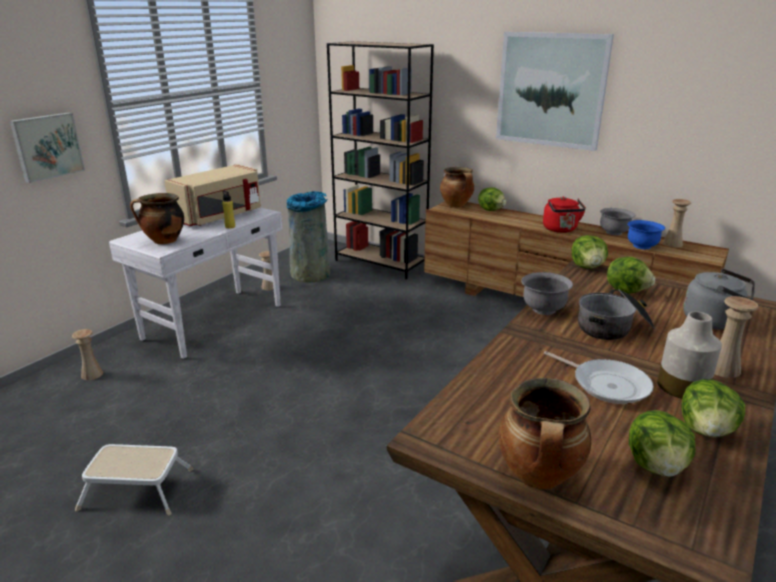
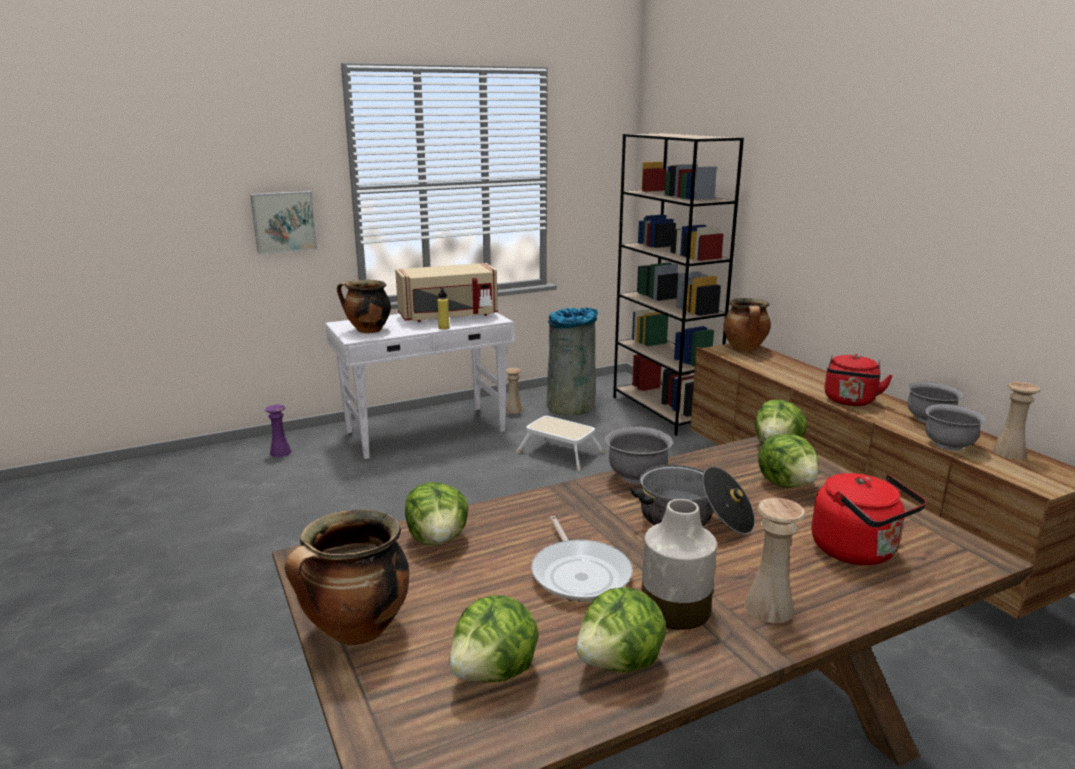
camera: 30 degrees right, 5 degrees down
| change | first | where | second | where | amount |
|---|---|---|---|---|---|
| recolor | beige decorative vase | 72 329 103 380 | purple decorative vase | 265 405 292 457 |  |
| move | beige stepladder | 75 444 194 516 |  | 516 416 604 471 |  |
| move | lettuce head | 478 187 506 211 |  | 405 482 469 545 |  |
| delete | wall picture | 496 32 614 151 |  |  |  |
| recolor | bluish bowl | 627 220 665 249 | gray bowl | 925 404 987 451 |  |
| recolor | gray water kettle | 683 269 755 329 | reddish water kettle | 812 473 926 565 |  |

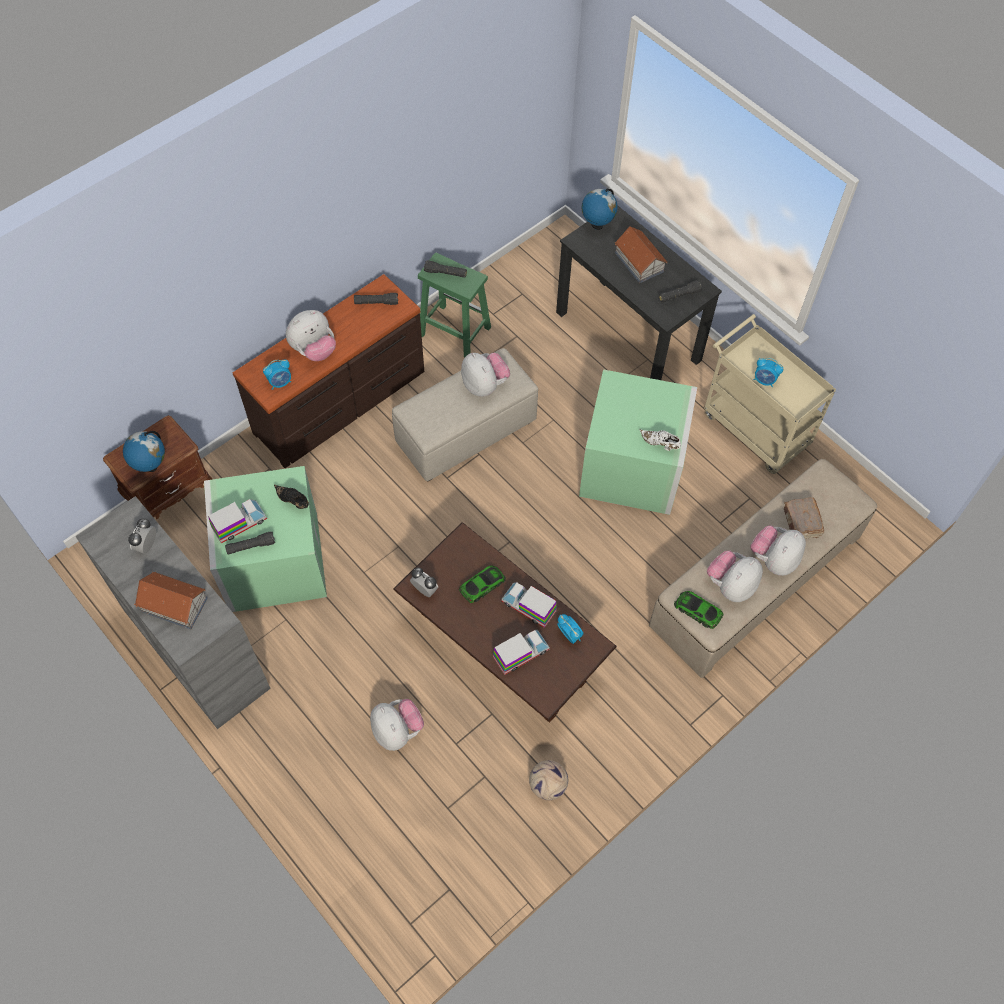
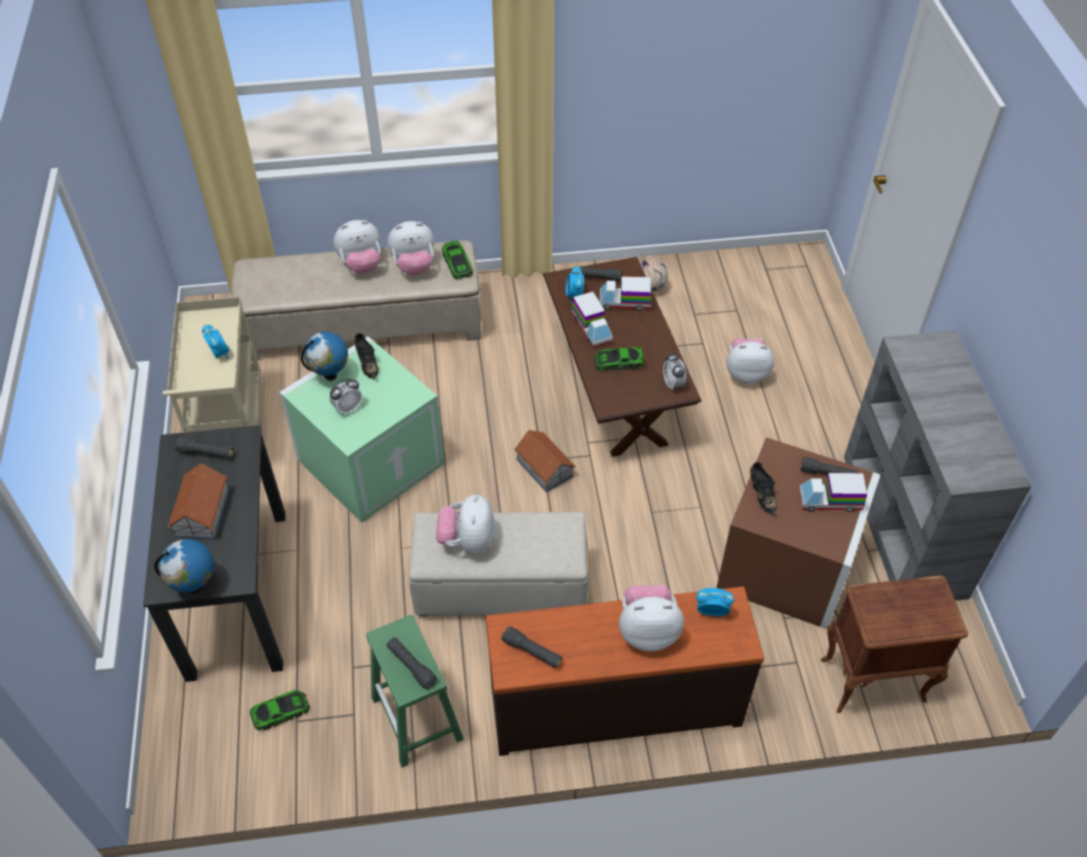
camera: 145 degrees left, 10 degrees down
| change | first | where | second | where | amount |
|---|---|---|---|---|---|
| move | world globe | 123 431 165 472 |  | 301 332 348 381 |  |
| move | alarm clock | 128 518 156 554 |  | 330 378 362 415 |  |
| move | miniature house | 134 572 208 629 |  | 514 430 575 492 |  |
| recolor | green storage bin | 204 466 327 612 | brown storage bin | 717 437 880 629 |  |
| rotate | soft toy | 370 699 424 751 |  | 727 338 774 384 | 90 degrees clockwise |
| recolor | whitish shoe | 640 429 681 451 | blackish shoe | 354 333 378 379 |  |
| delete | brown bound book | 784 497 824 539 |  |  |  |
| insert |  |  | miniature car | 250 690 310 730 |  |
| insert |  |  | blackish flashlight | 574 266 622 282 |  |

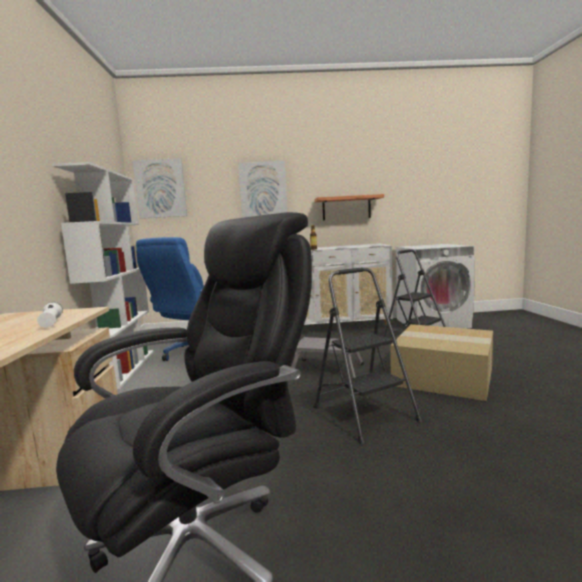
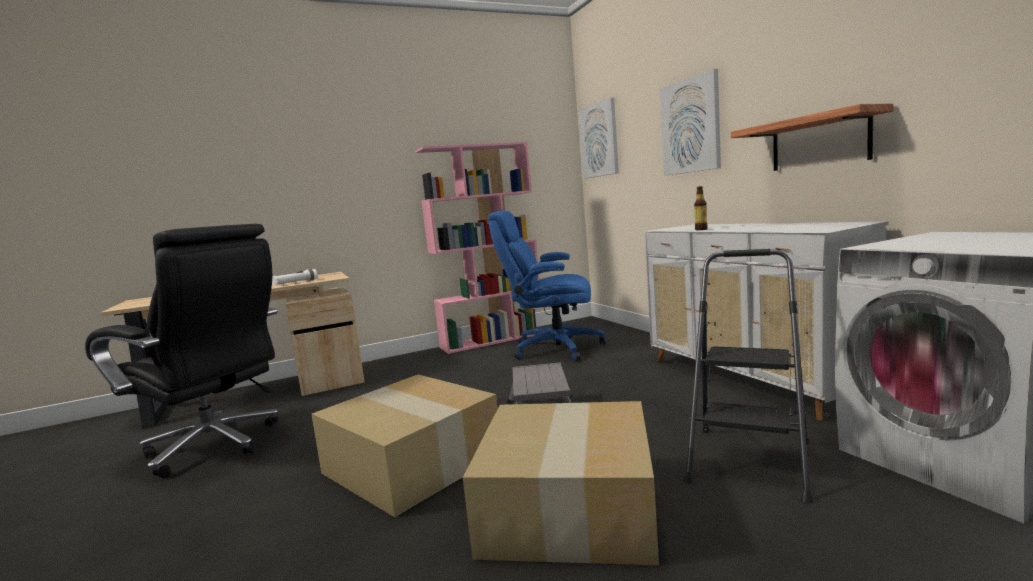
camera: 70 degrees right, 0 degrees up
| change | first | where | second | where | amount |
|---|---|---|---|---|---|
| recolor | whitish shelving unit | 52 162 154 389 | pink-coloured shelving unit | 415 142 540 354 |  |
| replace | blackish stepladder | 313 267 424 444 | cardboard box | 311 375 498 517 |  |

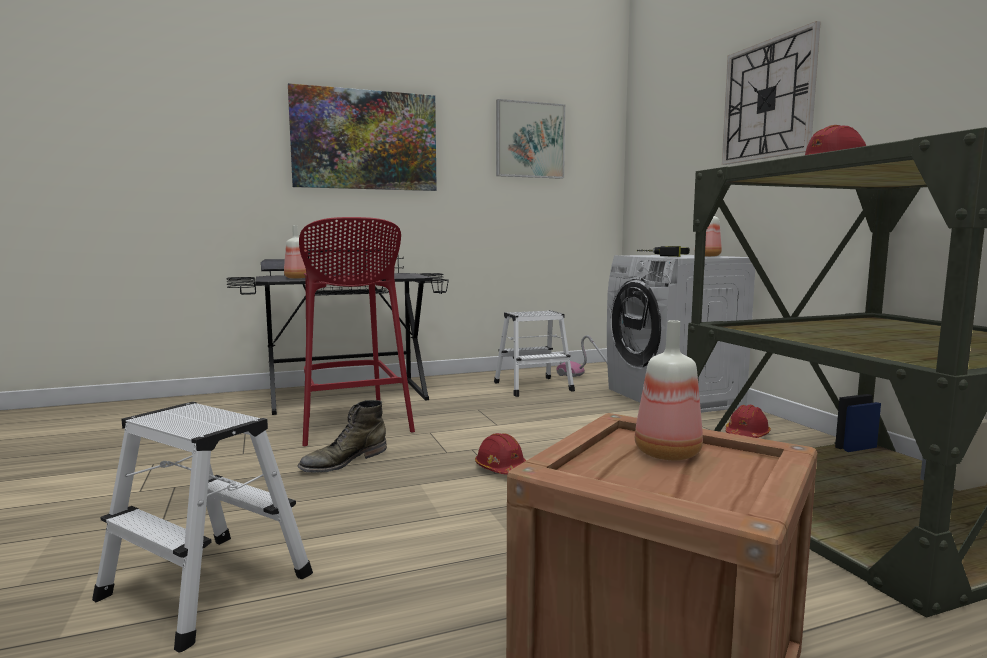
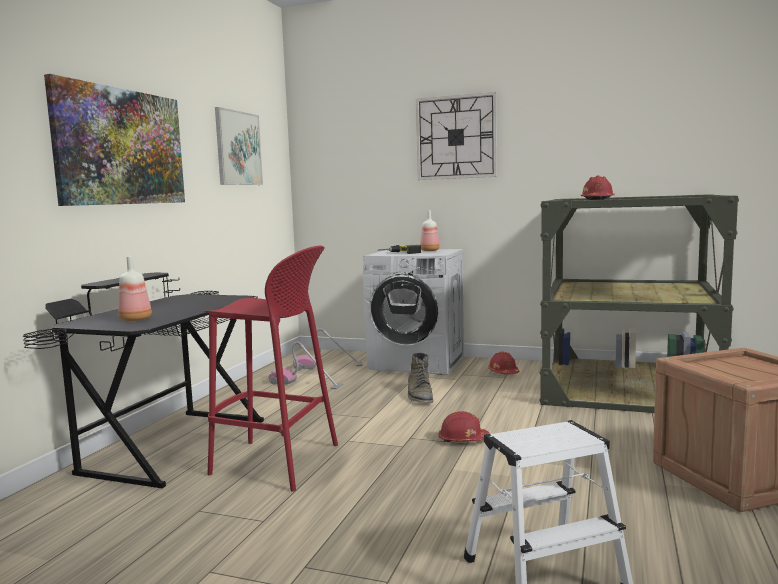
camera: 50 degrees left, 0 degrees up
| change | first | where | second | where | amount |
|---|---|---|---|---|---|
| move | green tall boot | 297 400 387 473 |  | 408 352 433 403 |  |
| replace | whitish stepladder | 494 310 575 397 | hoover | 268 341 343 390 |  |
| delete | beverage bottle | 635 320 703 460 |  |  |  |

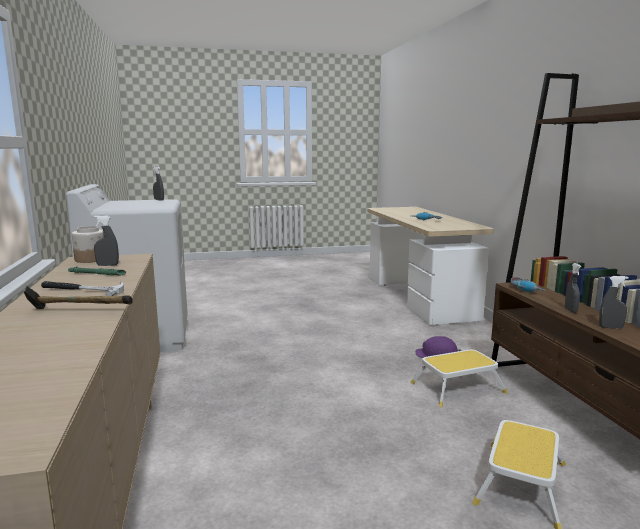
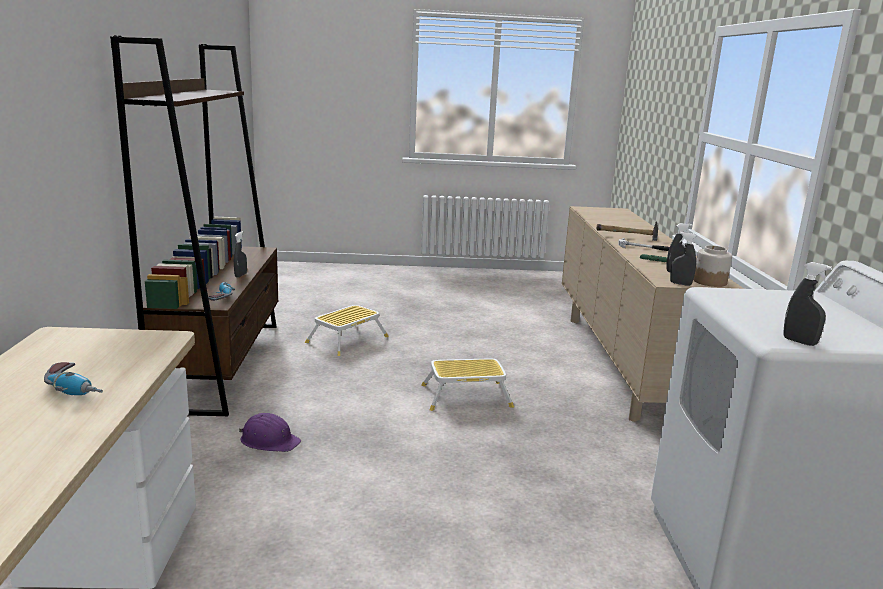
camera: 170 degrees left, 5 degrees up
| change | first | where | second | where | amount |
|---|---|---|---|---|---|
| move | yellowish stepladder | 410 349 508 407 |  | 422 359 514 411 |  |
| move | gray spray bottle | 599 276 629 329 |  | 670 232 696 286 |  |

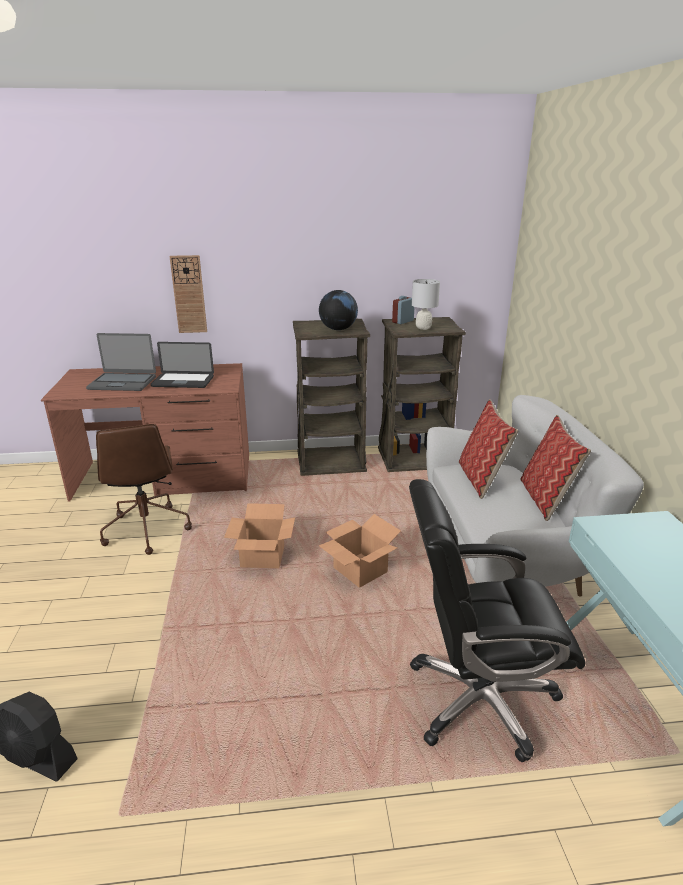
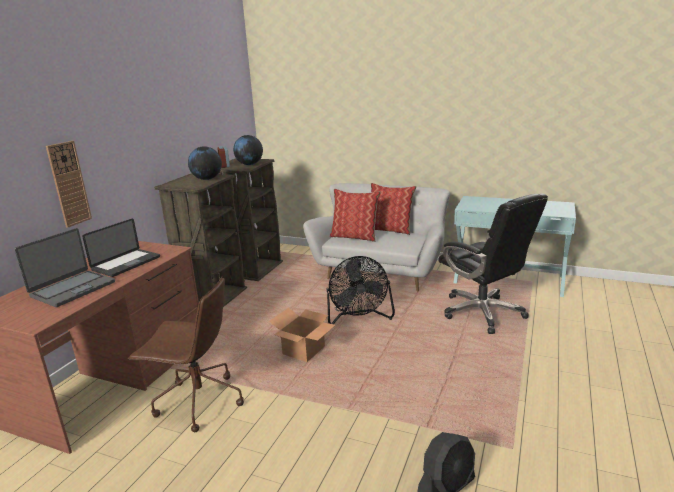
camera: 60 degrees left, 5 degrees down
| change | first | where | second | where | amount |
|---|---|---|---|---|---|
| replace | cardboard box | 319 514 401 588 | blackish fan | 326 256 395 324 |  |
| rotate | blackish computer chair | 409 479 585 762 |  | 438 194 548 334 | 60 degrees counterclockwise |
| replace | gray table lamp | 412 279 440 330 | world globe | 233 135 263 165 |  |

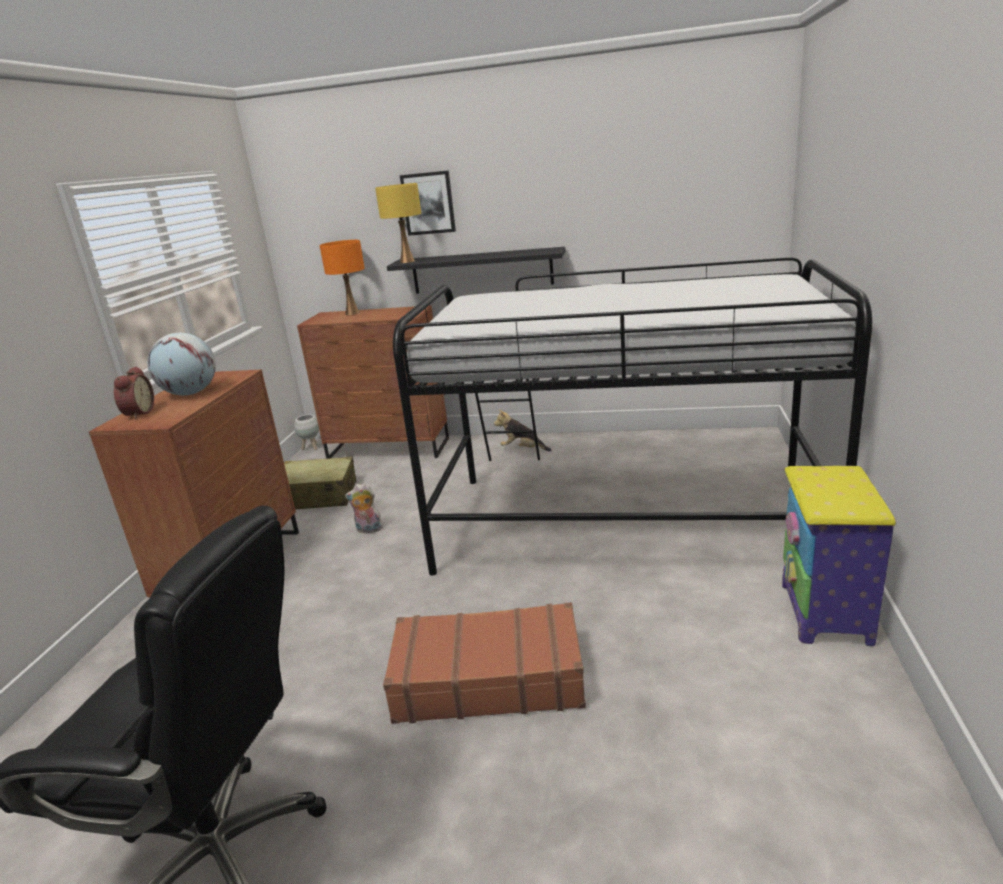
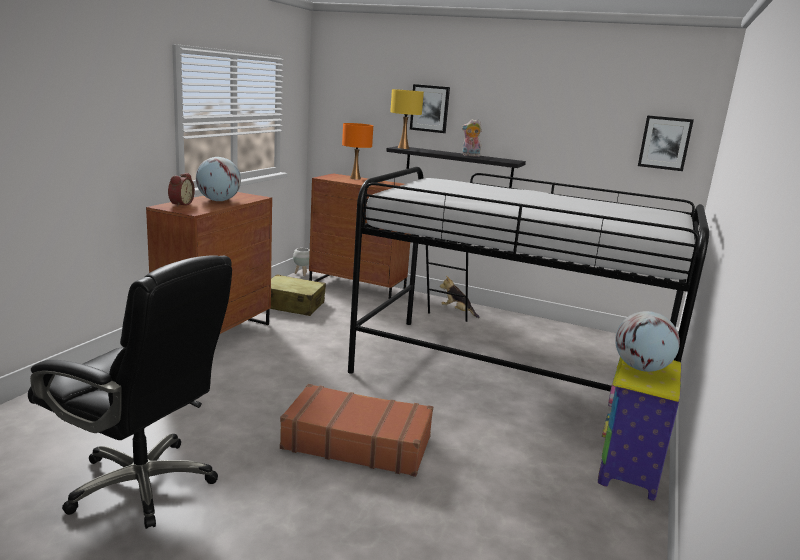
camera: 10 degrees right, 5 degrees down
| change | first | where | second | where | amount |
|---|---|---|---|---|---|
| move | soft toy | 345 483 383 533 |  | 462 119 482 157 |  |
| insert |  |  | world globe | 615 311 680 372 |  |
| insert |  |  | wall picture | 638 115 694 171 |  |

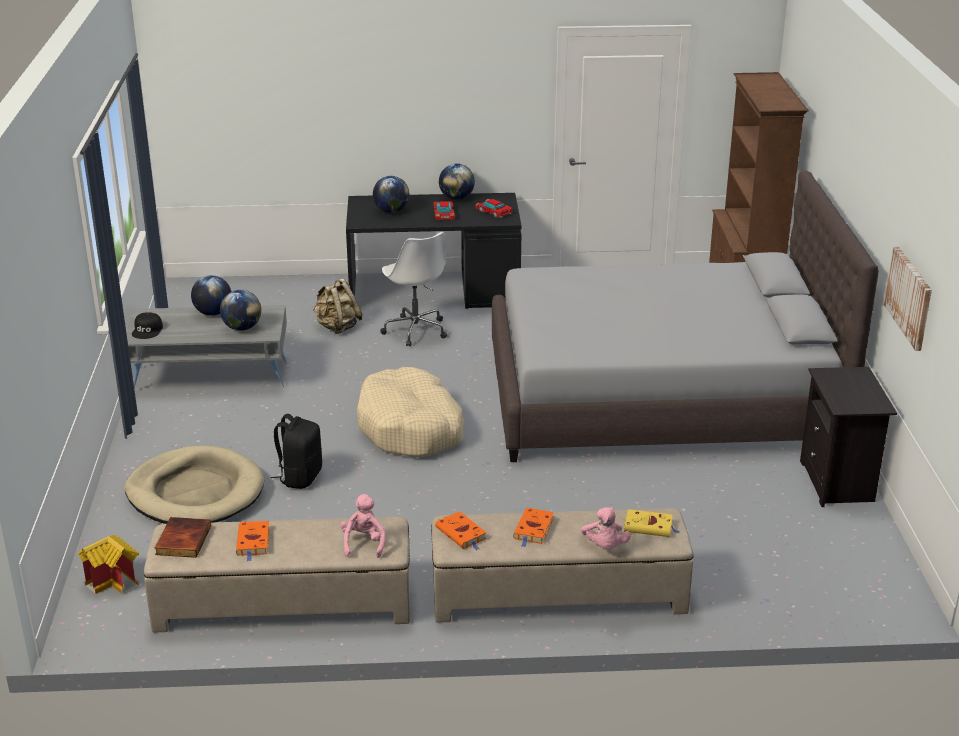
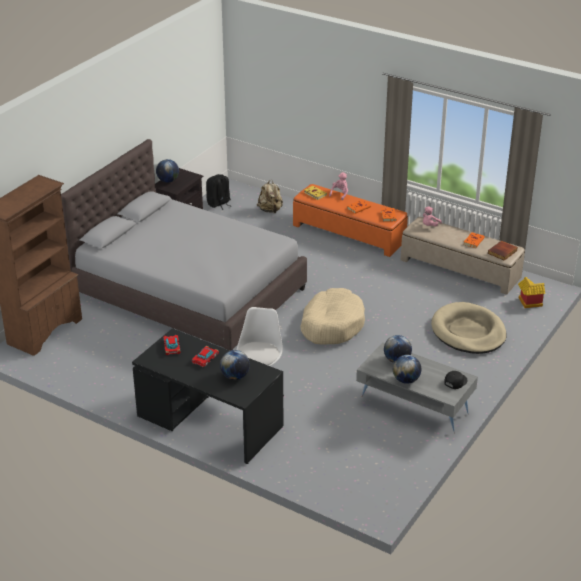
camera: 145 degrees left, 5 degrees up
| change | first | where | second | where | amount |
|---|---|---|---|---|---|
| move | blackish backpack | 271 414 322 489 |  | 206 174 231 210 |  |
| move | beige backpack | 313 278 363 334 |  | 257 180 283 213 |  |
| recolor | beige long seat | 431 508 694 623 | orange-coloured long seat | 293 184 408 257 |  |
| move | world globe | 439 163 475 200 |  | 156 159 179 183 |  |
| delete | wall picture | 884 247 932 351 |  |  |  |

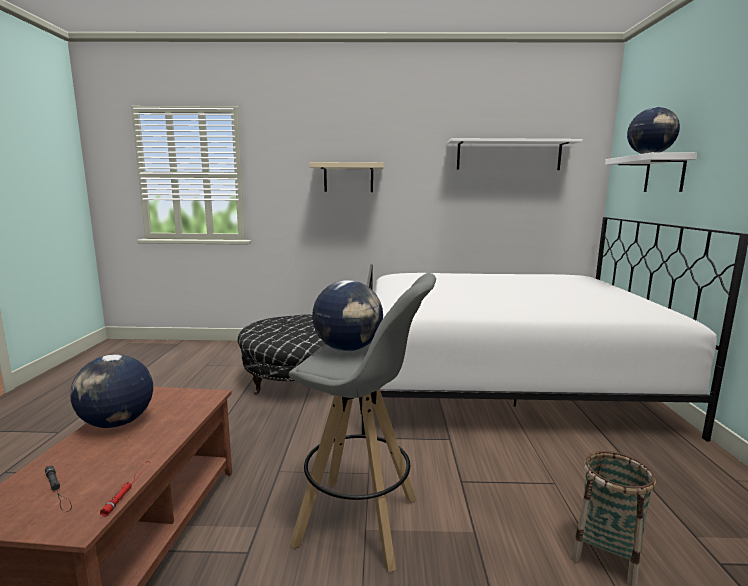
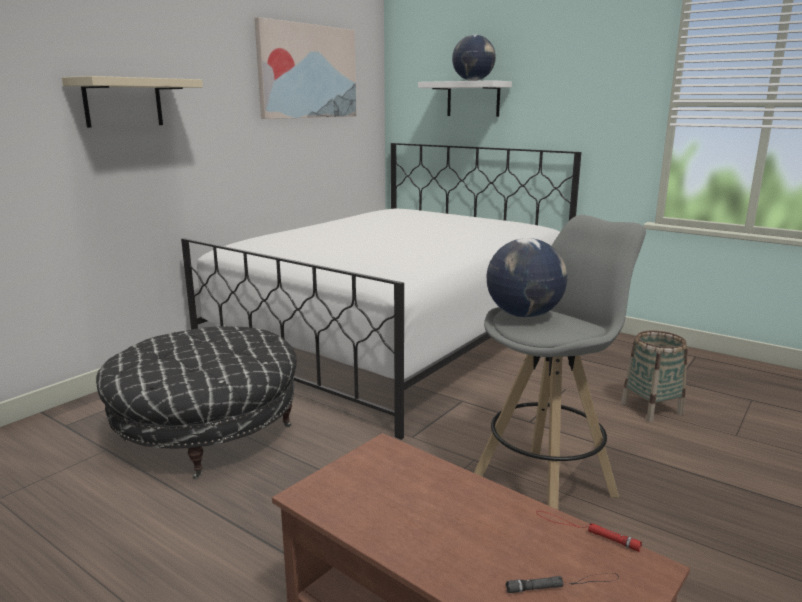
camera: 55 degrees left, 5 degrees up
| change | first | where | second | where | amount |
|---|---|---|---|---|---|
| delete | world globe | 70 354 153 428 |  |  |  |
| replace | whitish shelf | 448 138 582 170 | wall picture | 254 17 357 119 |  |

